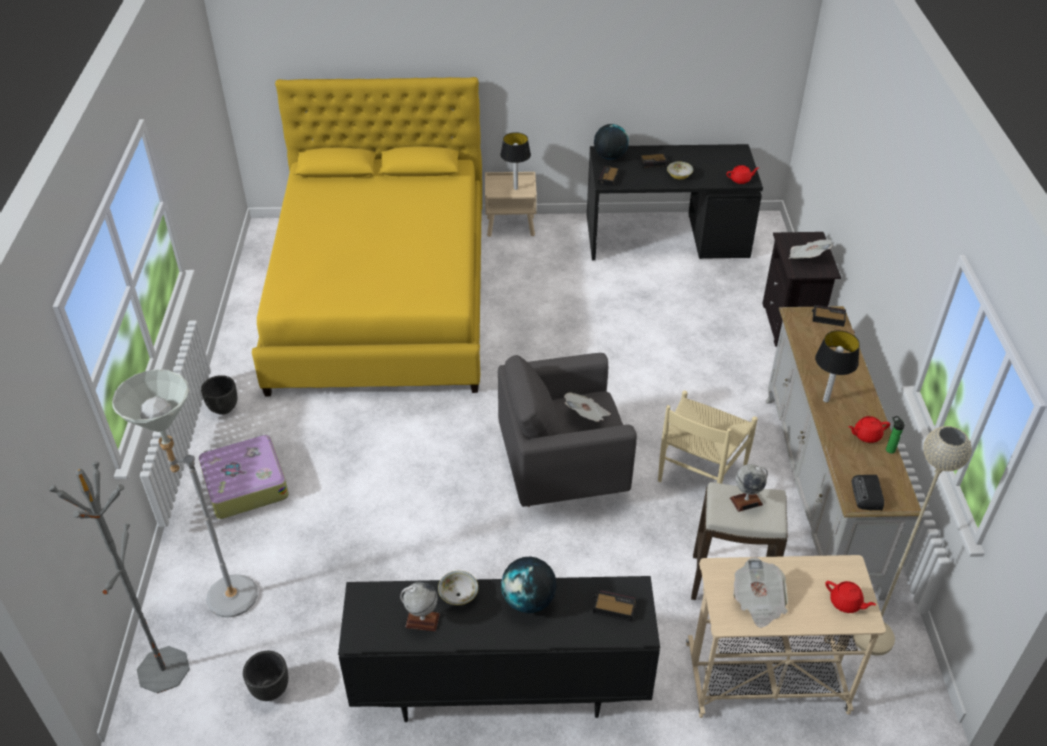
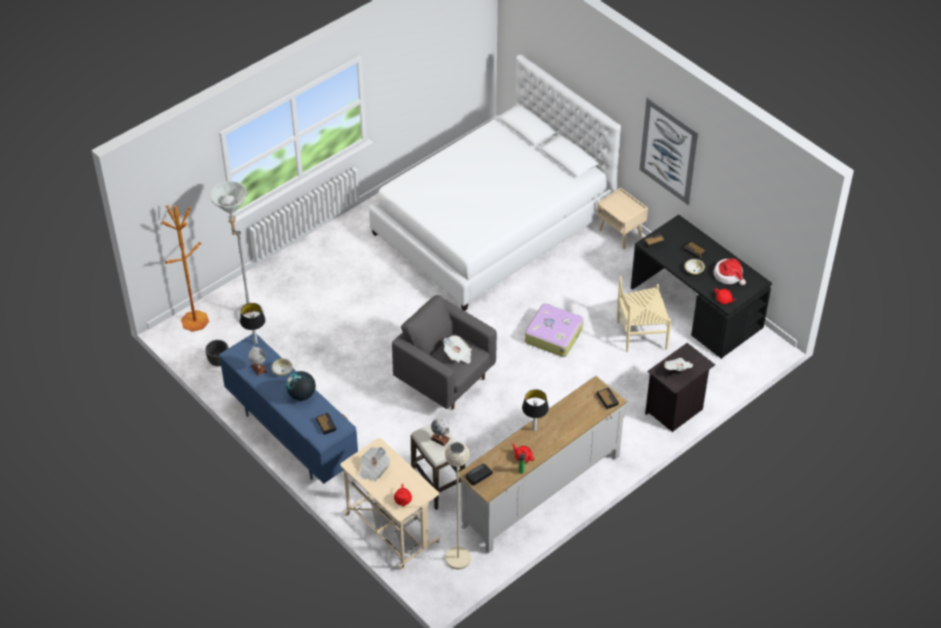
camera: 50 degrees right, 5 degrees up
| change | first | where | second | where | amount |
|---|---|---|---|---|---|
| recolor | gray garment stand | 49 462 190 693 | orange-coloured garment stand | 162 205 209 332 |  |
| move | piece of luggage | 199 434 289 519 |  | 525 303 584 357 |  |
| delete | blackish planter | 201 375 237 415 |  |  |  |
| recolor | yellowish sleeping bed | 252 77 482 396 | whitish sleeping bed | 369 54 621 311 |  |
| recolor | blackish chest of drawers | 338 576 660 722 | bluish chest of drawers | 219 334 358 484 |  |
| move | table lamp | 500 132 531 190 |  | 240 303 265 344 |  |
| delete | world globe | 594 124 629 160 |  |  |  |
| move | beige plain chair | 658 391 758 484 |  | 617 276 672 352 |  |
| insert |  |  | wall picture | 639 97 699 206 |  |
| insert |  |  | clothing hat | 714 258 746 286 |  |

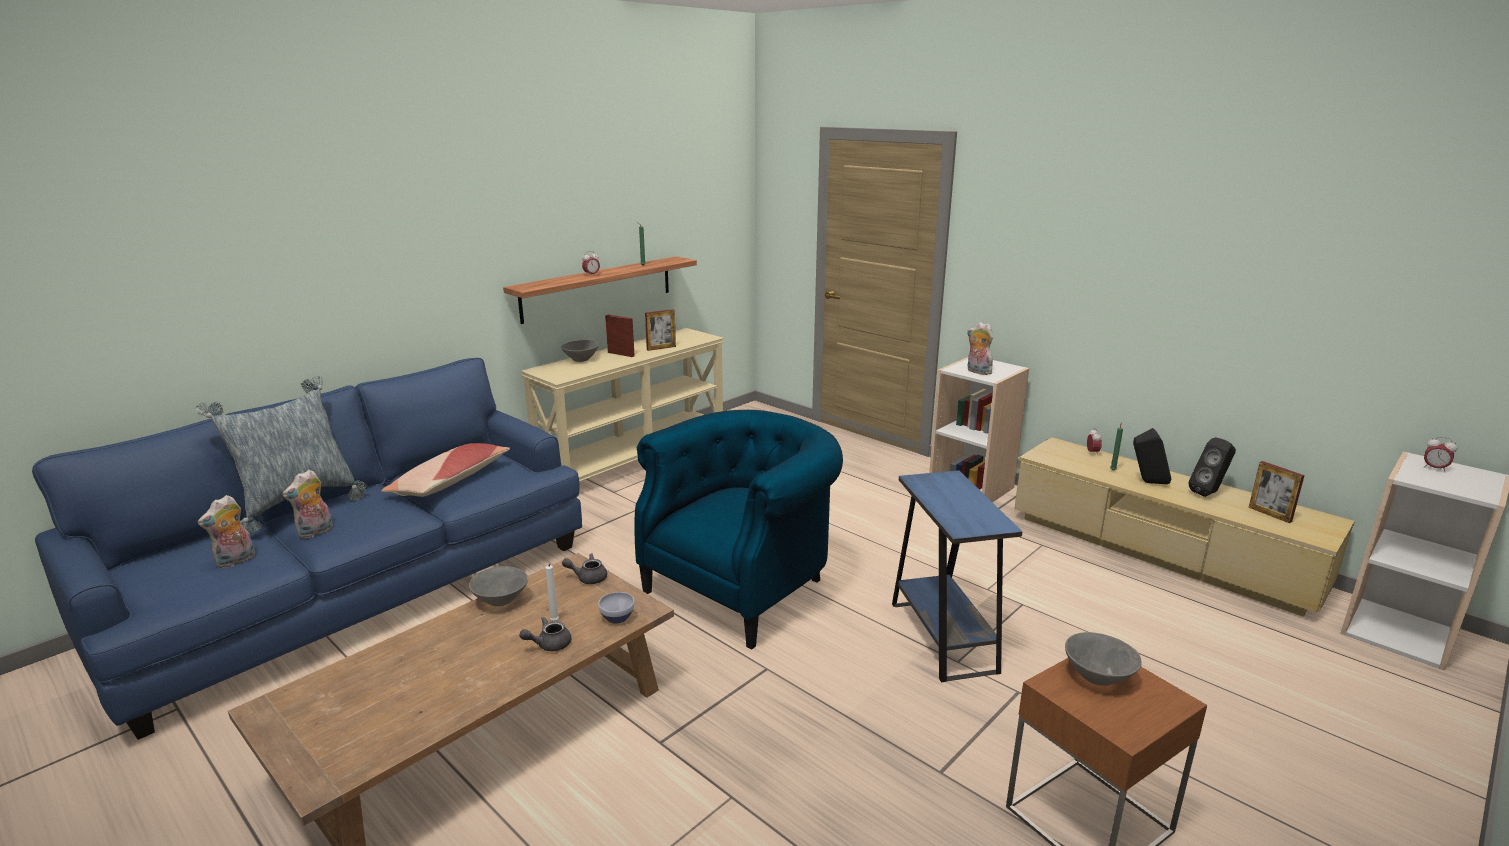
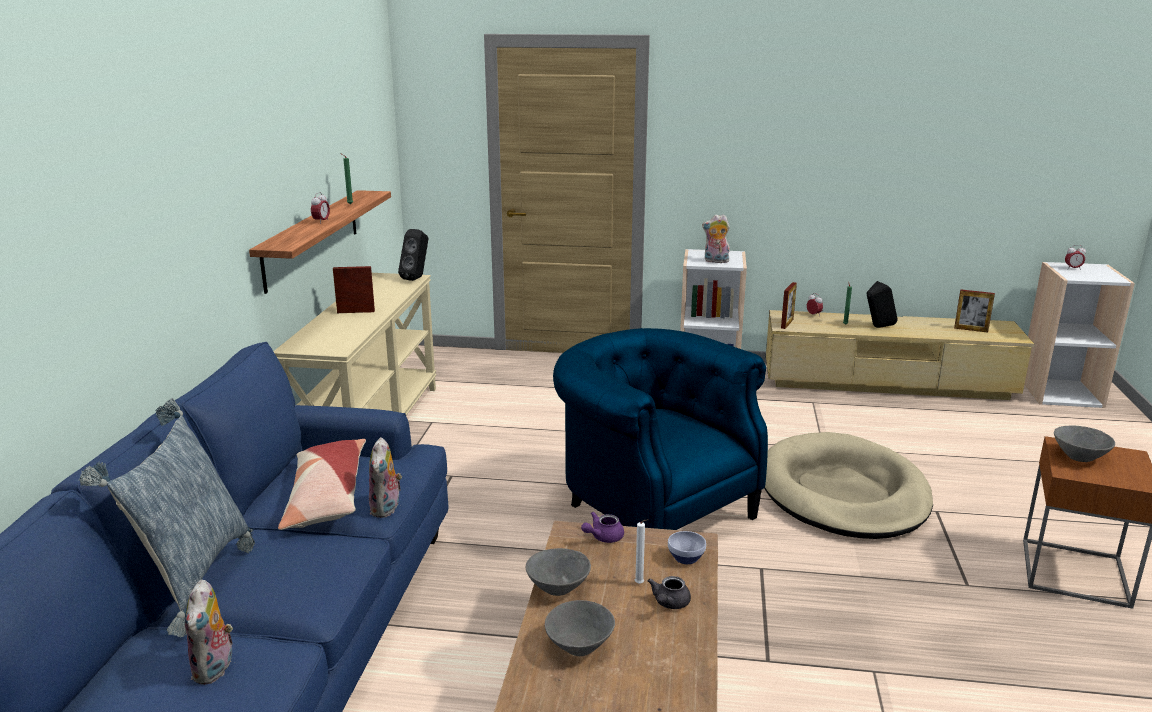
camera: 35 degrees left, 0 degrees up
| change | first | where | second | where | amount |
|---|---|---|---|---|---|
| move | soft toy | 282 470 333 539 |  | 369 437 402 518 |  |
| move | gray bowl | 561 340 599 362 |  | 545 600 615 656 |  |
| recolor | gray teapot | 562 553 607 584 | purple teapot | 581 512 624 543 |  |
| rotate | bluish lounge chair | 634 410 843 650 |  | 553 328 768 530 | 45 degrees counterclockwise |
| move | photo frame | 645 309 676 351 |  | 781 282 797 329 |  |
| replace | bluish accent table | 892 470 1022 682 | beige dog bed | 764 432 933 539 |  |
| move | blackish loudspeaker | 1188 437 1236 497 |  | 398 229 428 281 |  |

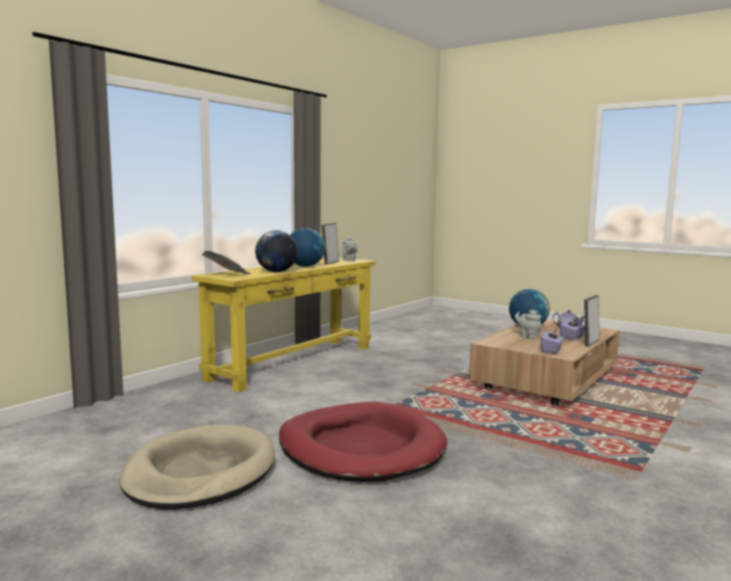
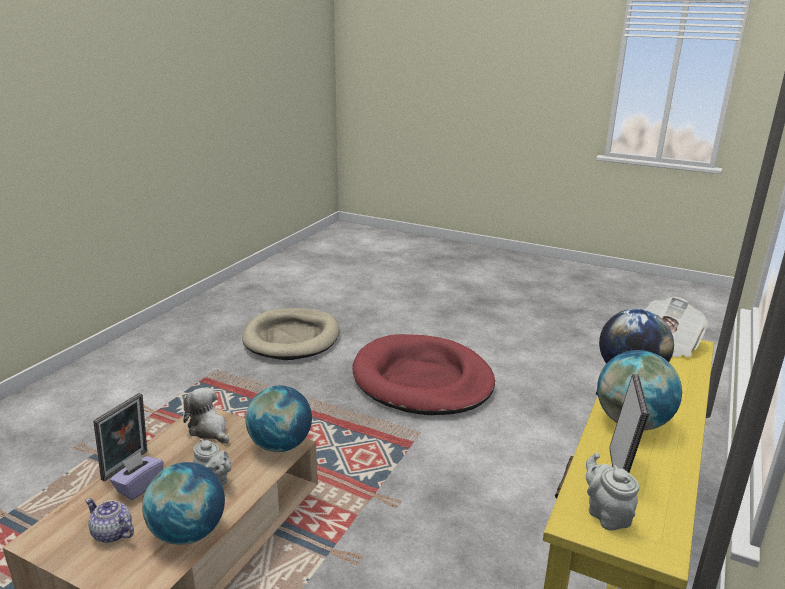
camera: 170 degrees right, 15 degrees up
| change | first | where | second | where | amount |
|---|---|---|---|---|---|
| move | beige dog bed | 119 424 275 509 |  | 242 308 339 360 |  |
| replace | purple tissue holder | 541 329 564 354 | soft toy | 183 387 229 444 |  |
| insert |  |  | world globe | 246 386 312 452 |  |

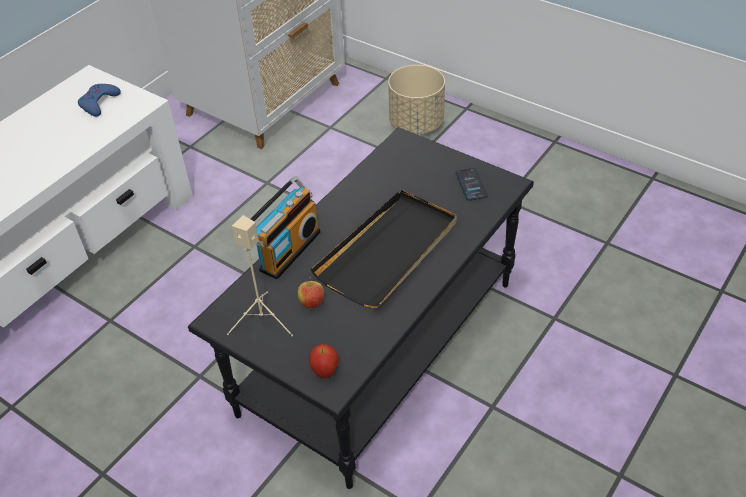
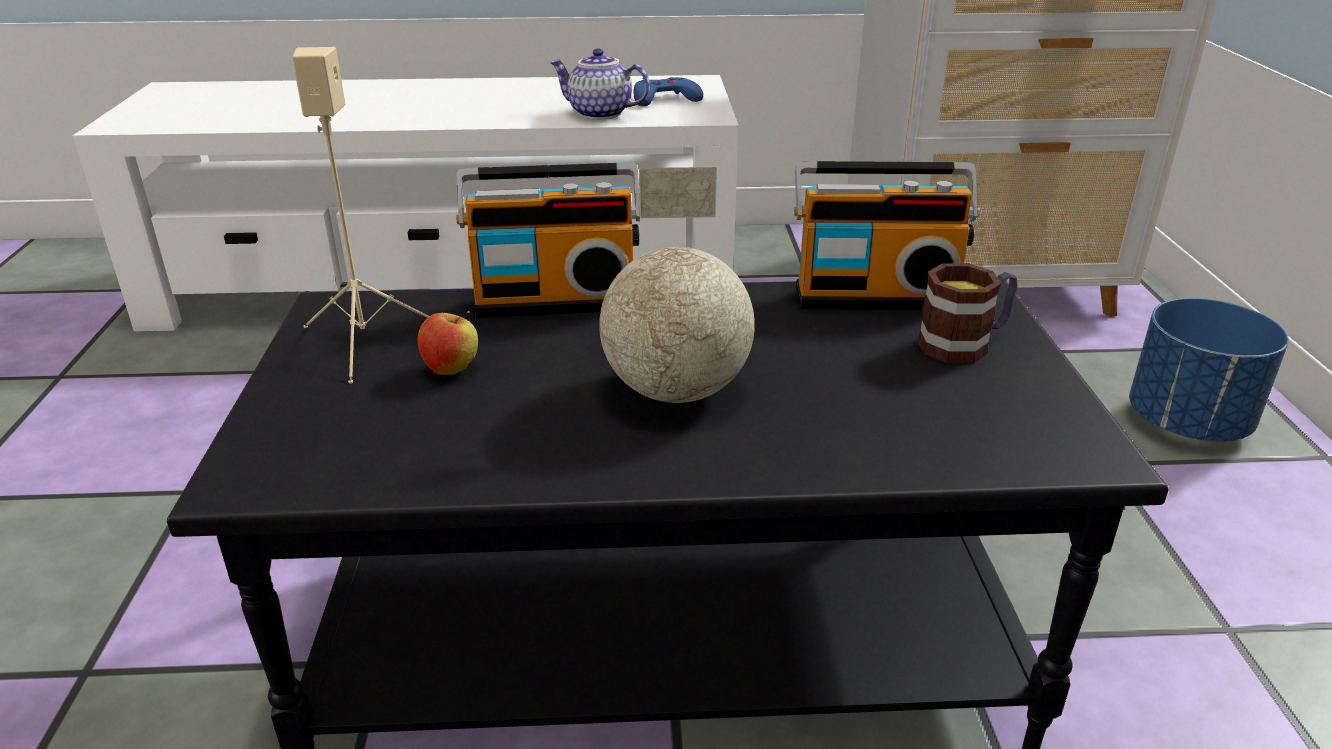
camera: 50 degrees right, 15 degrees down
| change | first | where | second | where | amount |
|---|---|---|---|---|---|
| delete | apple fruit | 309 344 338 378 |  |  |  |
| replace | blackish carrying tray | 311 190 457 308 | world globe | 599 167 755 403 |  |
| recolor | beige planter | 388 65 445 134 | bluish planter | 1129 298 1289 442 |  |
| delete | phone | 456 168 487 201 |  |  |  |
| insert |  |  | teapot | 550 49 650 120 |  |
| insert |  |  | radio | 794 161 980 310 |  |
| insert |  |  | mug | 917 263 1018 363 |  |

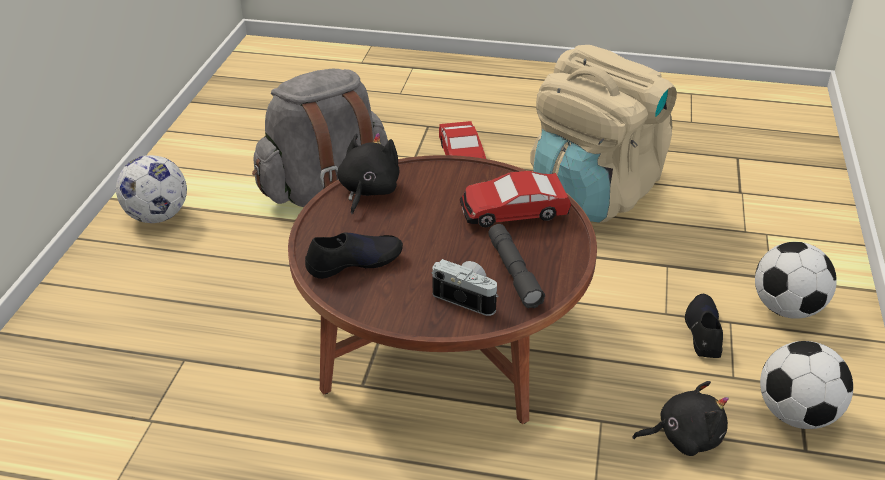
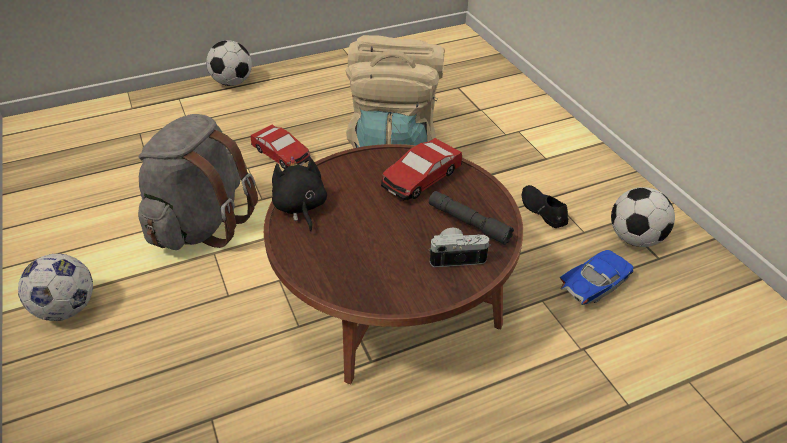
camera: 35 degrees left, 5 degrees up
| change | first | where | second | where | amount |
|---|---|---|---|---|---|
| delete | blackish shoe | 305 232 403 279 |  |  |  |
| replace | blackish soft toy | 632 381 729 456 | bluish miniature car | 560 250 634 305 |  |
| move | football ball | 755 242 837 319 |  | 206 40 252 86 |  |

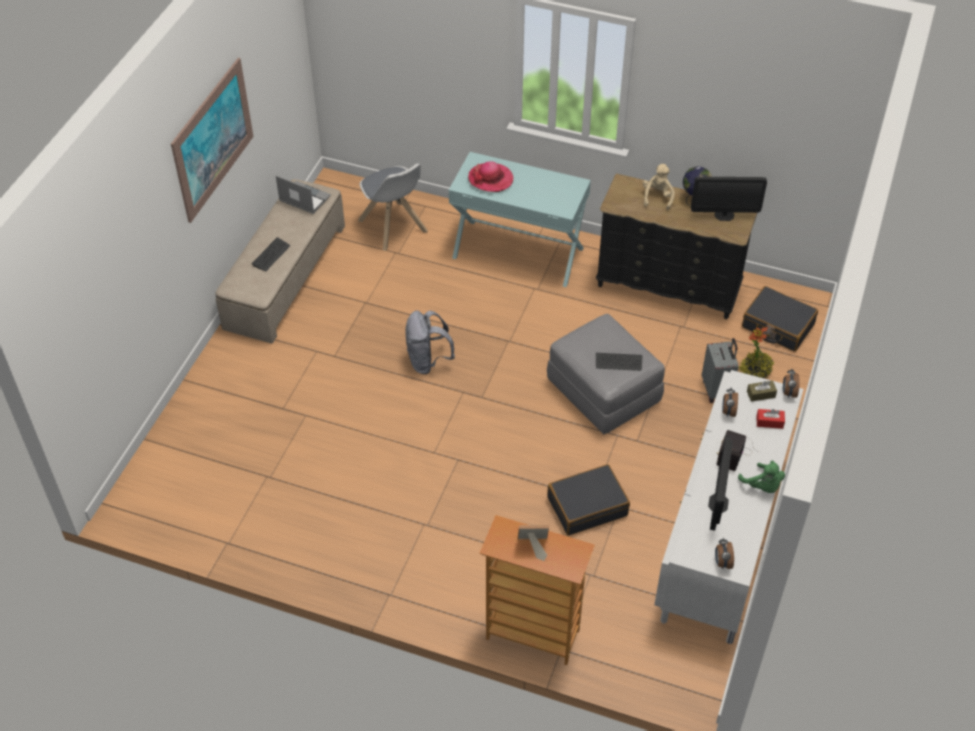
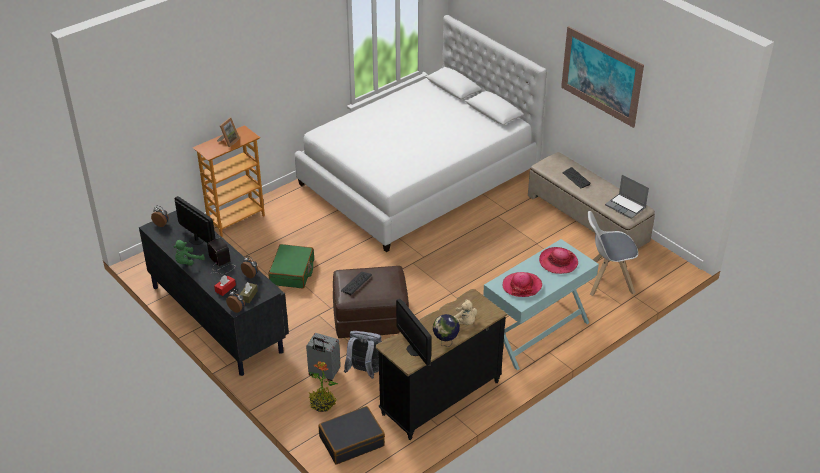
camera: 120 degrees right, 10 degrees down
| change | first | where | second | where | amount |
|---|---|---|---|---|---|
| rotate | laptop | 276 176 331 214 |  | 605 175 649 219 | 75 degrees clockwise |
| move | gray backpack | 405 311 455 374 |  | 344 331 382 379 |  |
| recolor | gray ottoman | 547 314 665 434 | brown ottoman | 333 266 409 338 |  |
| recolor | blackish piece of luggage | 547 464 630 536 | green piece of luggage | 268 244 314 289 |  |
| recolor | whitish cupboard | 654 370 803 644 | blackish cupboard | 139 211 289 376 |  |
| rotate | monitor | 691 177 767 221 |  | 396 299 432 365 | 60 degrees counterclockwise |
| rotate | green soft toy | 738 461 785 493 |  | 173 240 205 266 | 45 degrees counterclockwise |
| insert |  |  | whitish sleeping bed | 295 15 547 252 |  |
| insert |  |  | clothing hat | 503 272 542 297 |  |

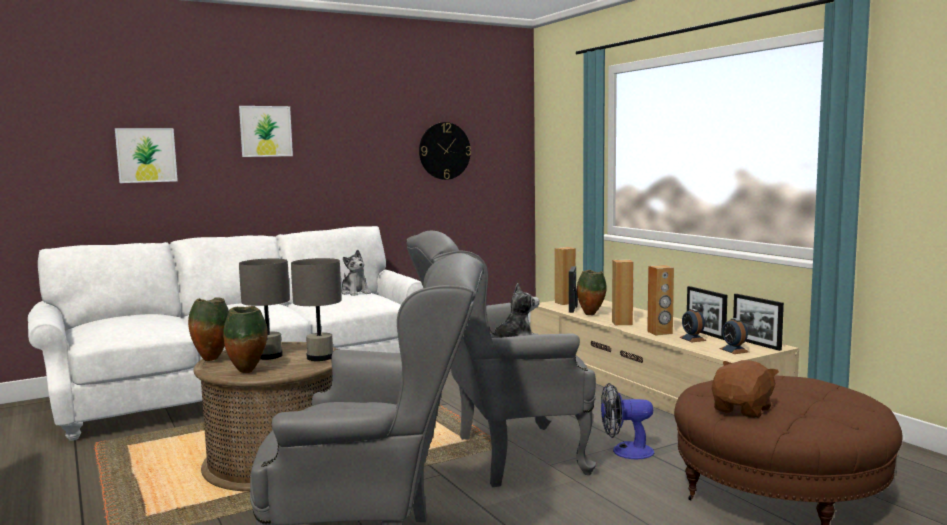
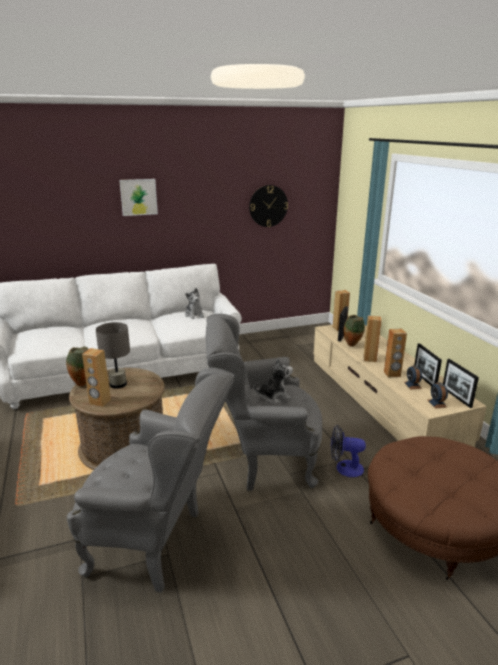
camera: 10 degrees right, 15 degrees up
| change | first | where | second | where | amount |
|---|---|---|---|---|---|
| delete | wall picture | 115 128 178 183 |  |  |  |
| replace | decorative vase | 223 306 268 373 | brown loudspeaker | 82 348 111 407 |  |
| delete | gray table lamp | 291 258 341 361 |  |  |  |
| delete | brown soft toy | 712 360 779 418 |  |  |  |

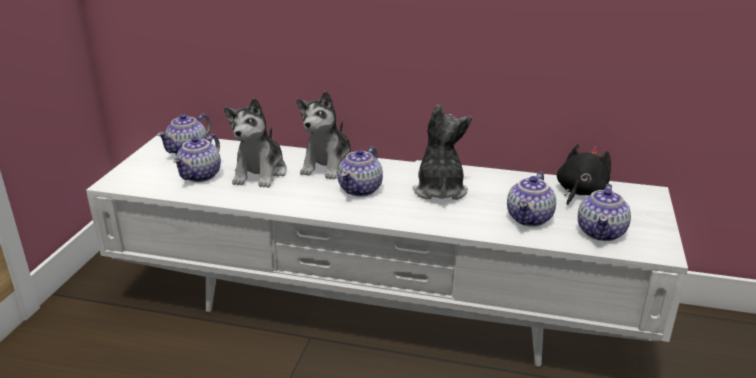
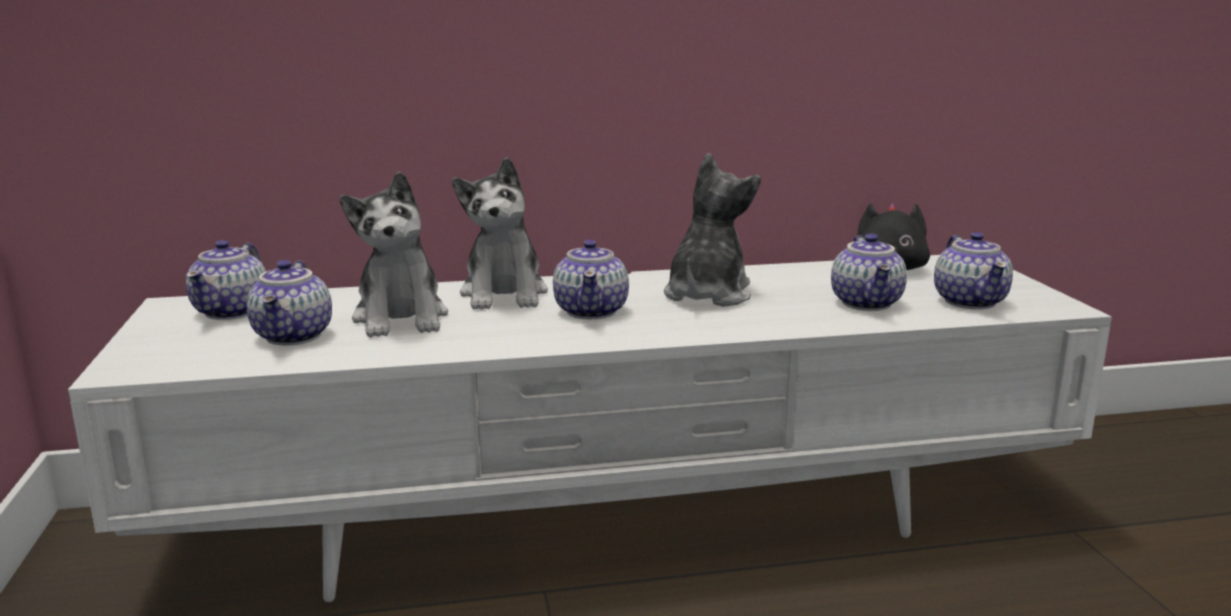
camera: 25 degrees left, 10 degrees down
| change | first | where | second | where | amount |
|---|---|---|---|---|---|
| rotate | soft toy | 413 105 472 200 |  | 664 153 761 307 | 45 degrees clockwise |

